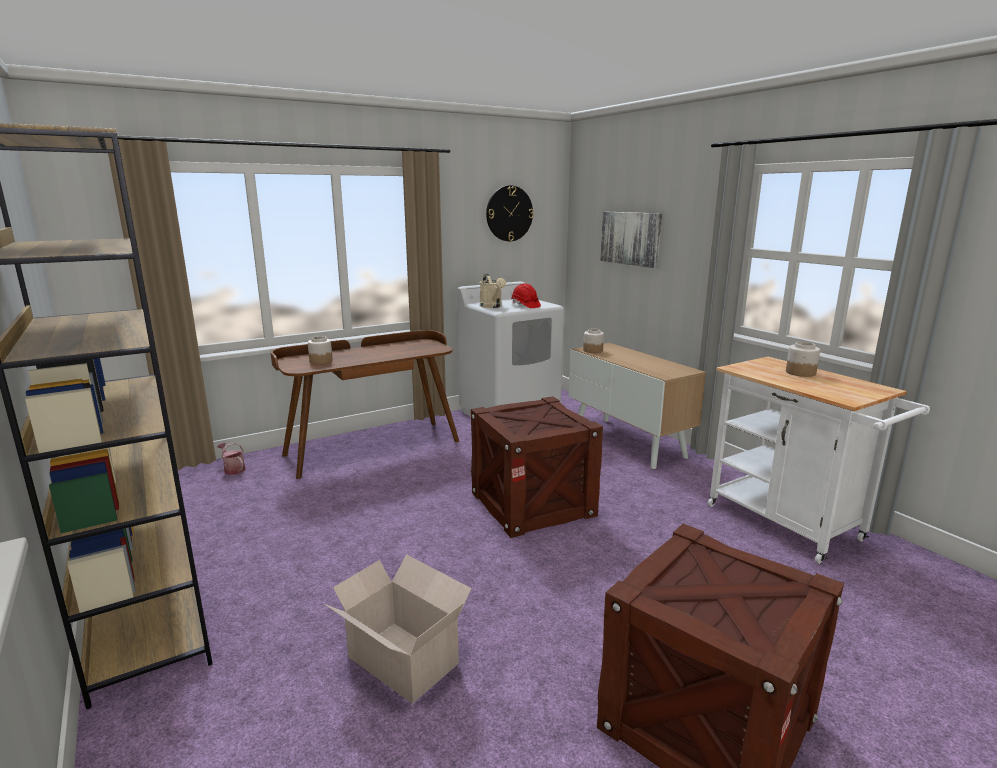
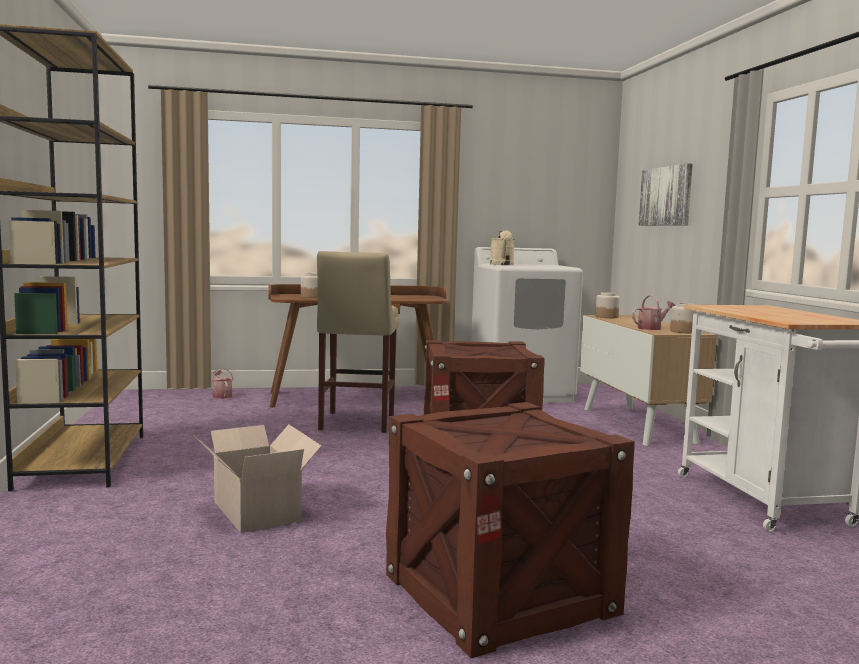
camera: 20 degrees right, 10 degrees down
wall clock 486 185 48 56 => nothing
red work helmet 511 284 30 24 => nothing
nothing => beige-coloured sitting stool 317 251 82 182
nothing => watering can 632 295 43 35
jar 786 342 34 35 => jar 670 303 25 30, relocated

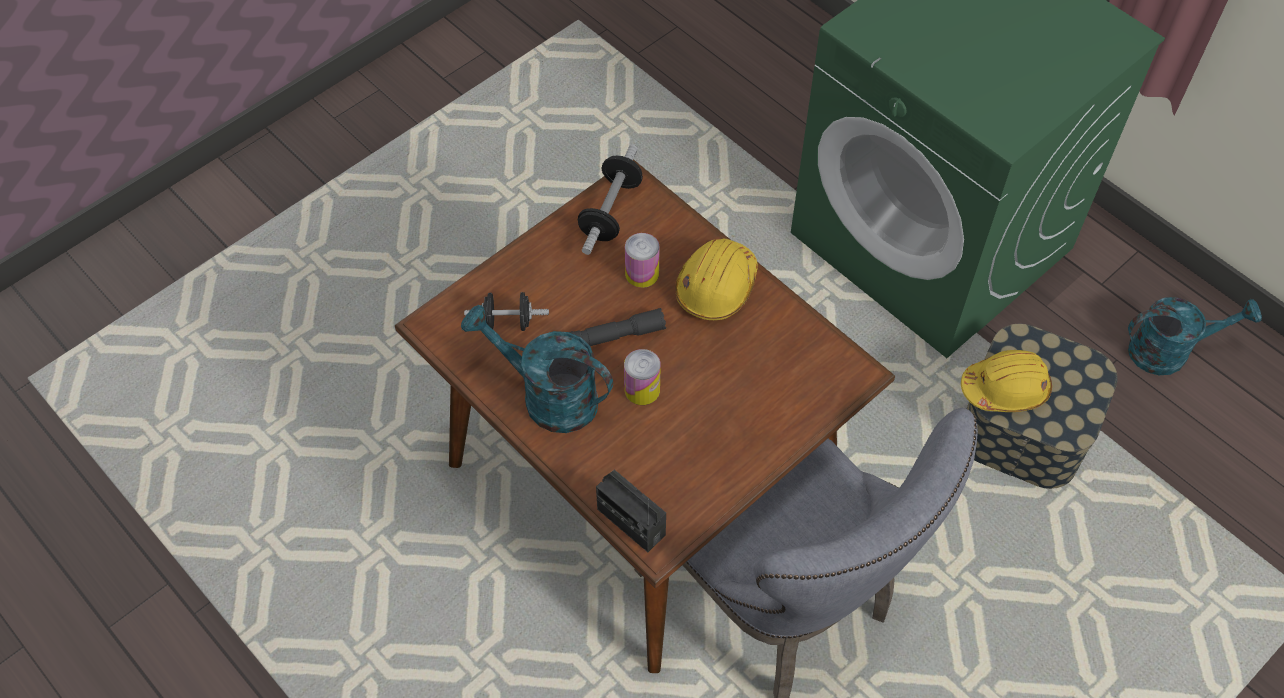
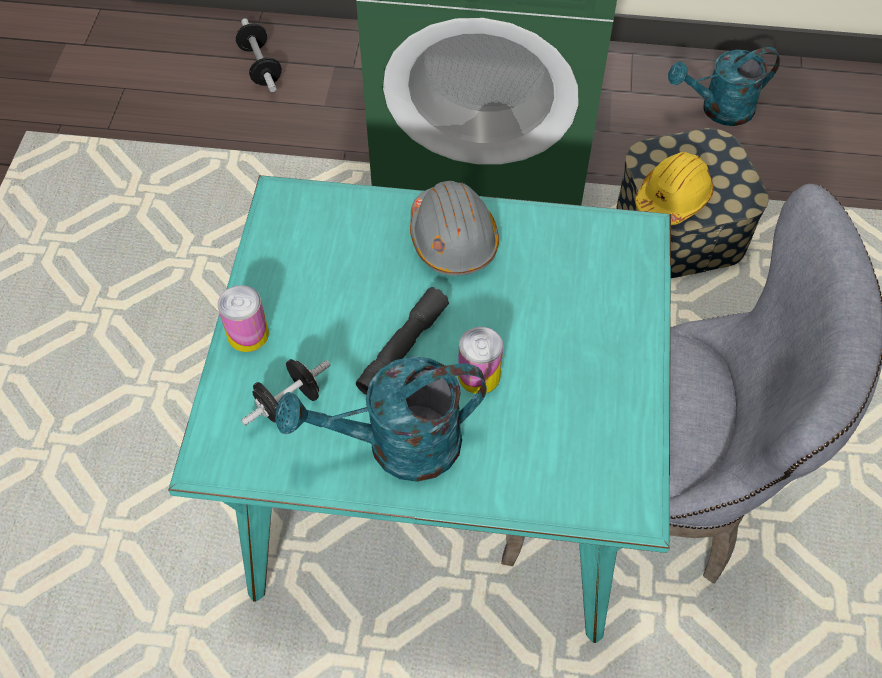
camera: 40 degrees left, 0 degrees up
radio receiver 596 470 70 82 => nothing
dumbbell 578 144 65 111 => dumbbell 236 19 46 73, relocated
metal can 625 233 35 55 => metal can 217 285 52 67, relocated
brown dining table 395 159 500 514 => blue-green dining table 168 175 503 468
yellow-coloured work helmet 675 239 83 81 => greyish work helmet 410 181 89 95
blue-green watering can 1128 297 134 78 => blue-green watering can 668 47 112 79, 150 degrees counterclockwise

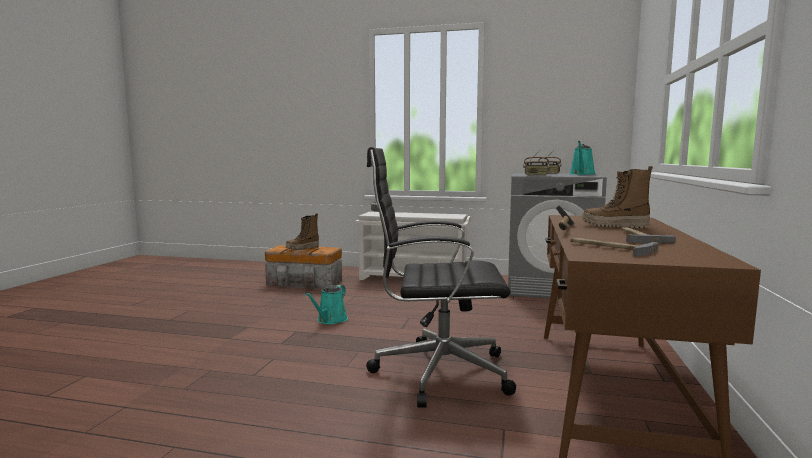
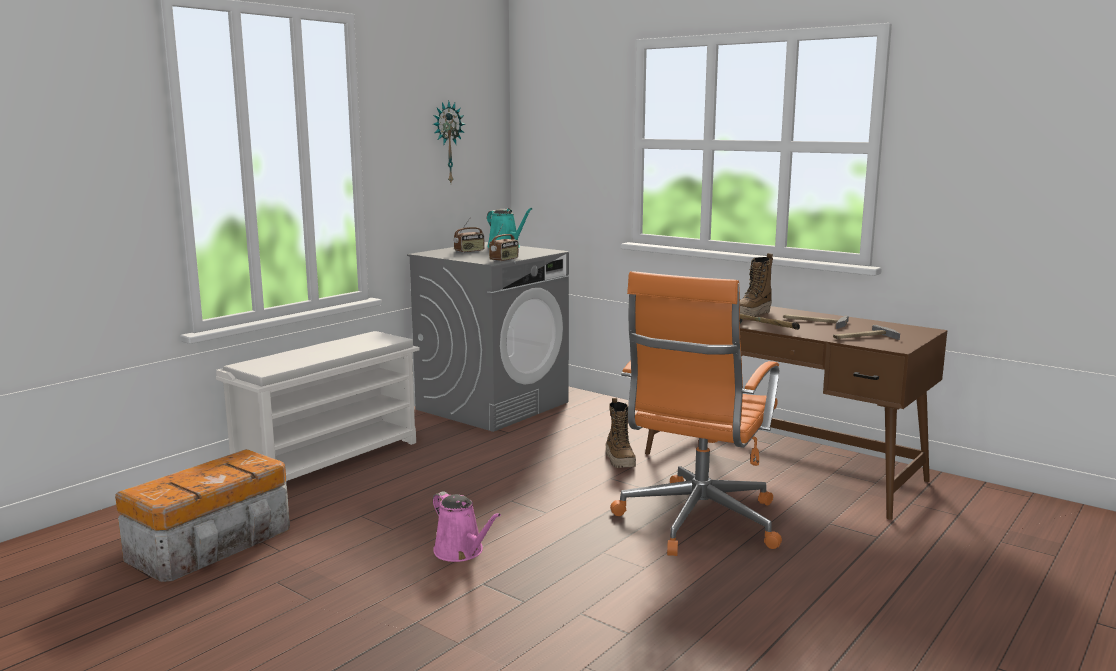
camera: 65 degrees left, 5 degrees up
nothing => wall clock 433 101 32 82
tall boot 286 213 33 37 => tall boot 606 398 30 70, relocated
blue-green watering can 305 285 43 39 => pinkish watering can 433 491 68 71
black computer chair 366 147 150 261 => orange-coloured computer chair 610 271 172 285

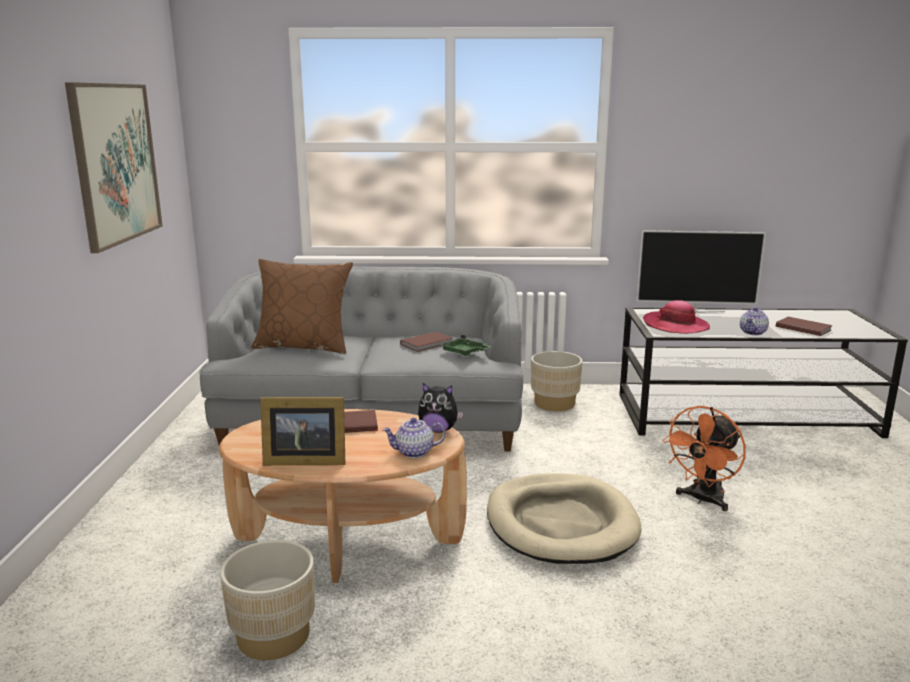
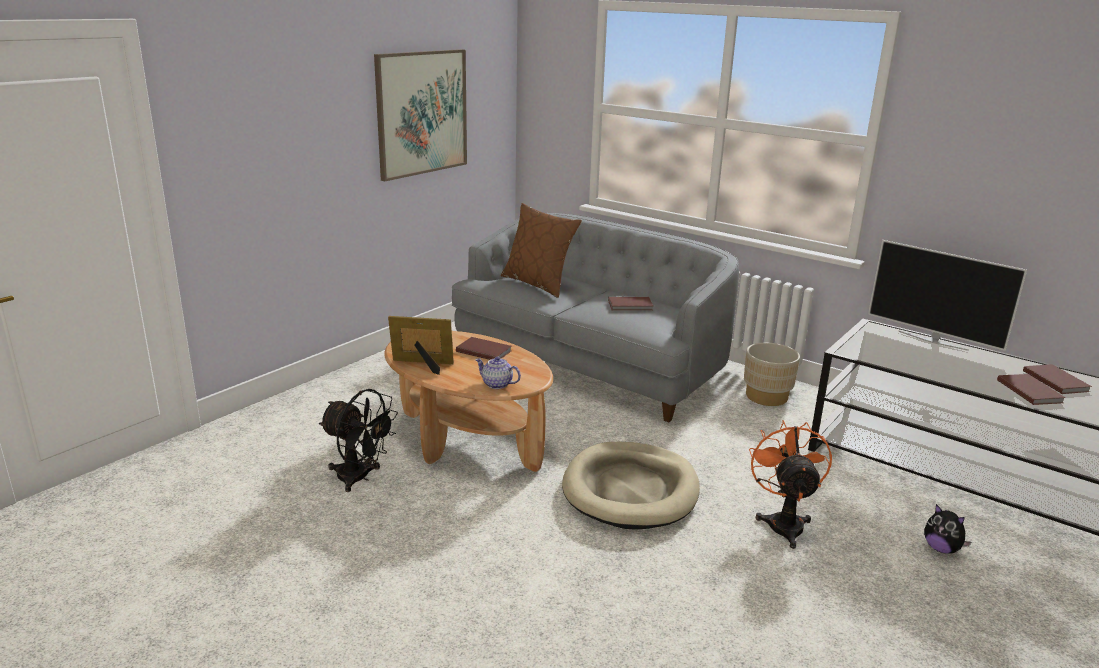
camera: 35 degrees right, 5 degrees up
greenish tray 439 334 53 22 => nothing
wearable hat 643 300 67 34 => nothing
teapot 740 307 29 28 => nothing
nothing => brown bound book 1023 364 69 30
plush toy 418 383 46 50 => plush toy 924 504 47 50, relocated
beige-coloured flower pot 220 540 95 120 => black electric fan 319 389 79 103
photo frame 260 397 85 68 => photo frame 388 316 66 59, 150 degrees clockwise
orange-coloured electric fan 662 406 84 105 => orange-coloured electric fan 749 420 83 129, 105 degrees clockwise

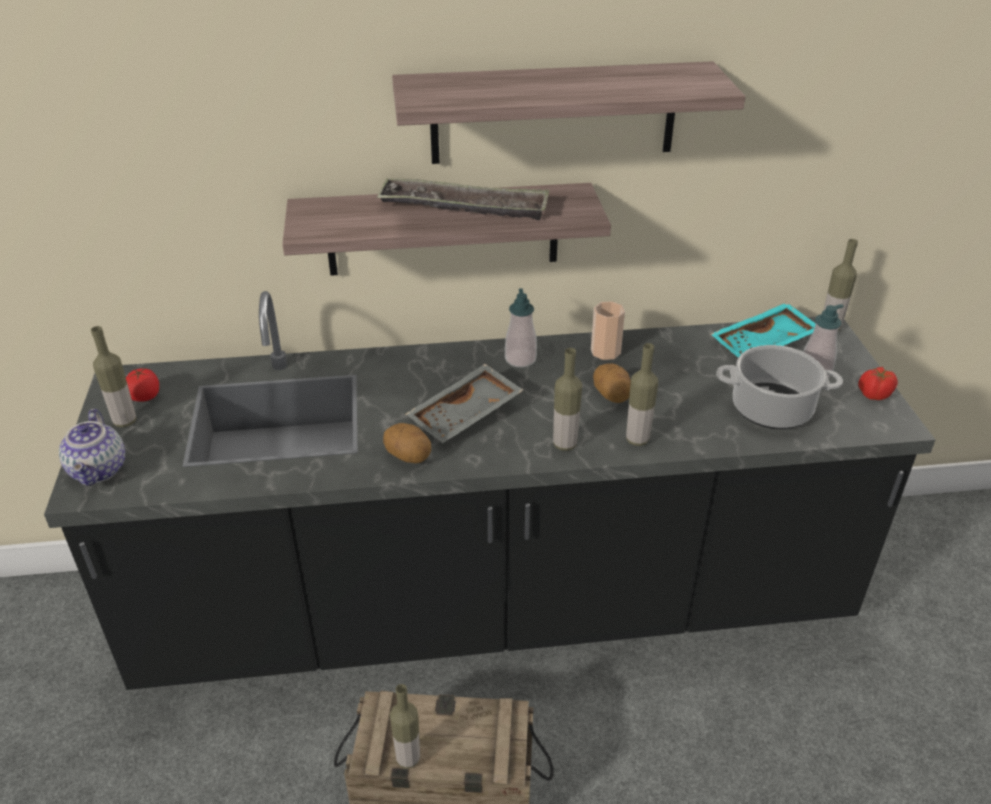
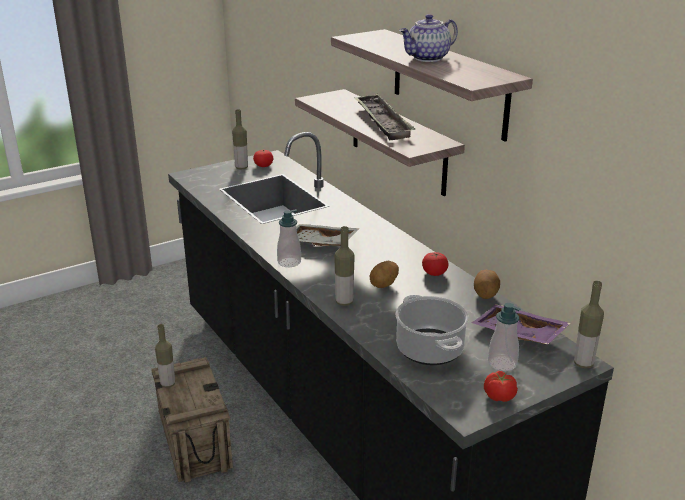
camera: 65 degrees right, 10 degrees down
bottle 553 348 29 103 => nothing
teapot 59 409 66 77 => teapot 399 14 59 48, relocated
potato 383 423 48 40 => potato 474 270 26 29, relocated
liquid soap bottle 505 288 32 80 => liquid soap bottle 277 209 24 58, relocated
small cup 591 301 34 59 => tomato 422 252 26 24
blue-green tray 711 302 105 56 => purple tray 471 304 100 41

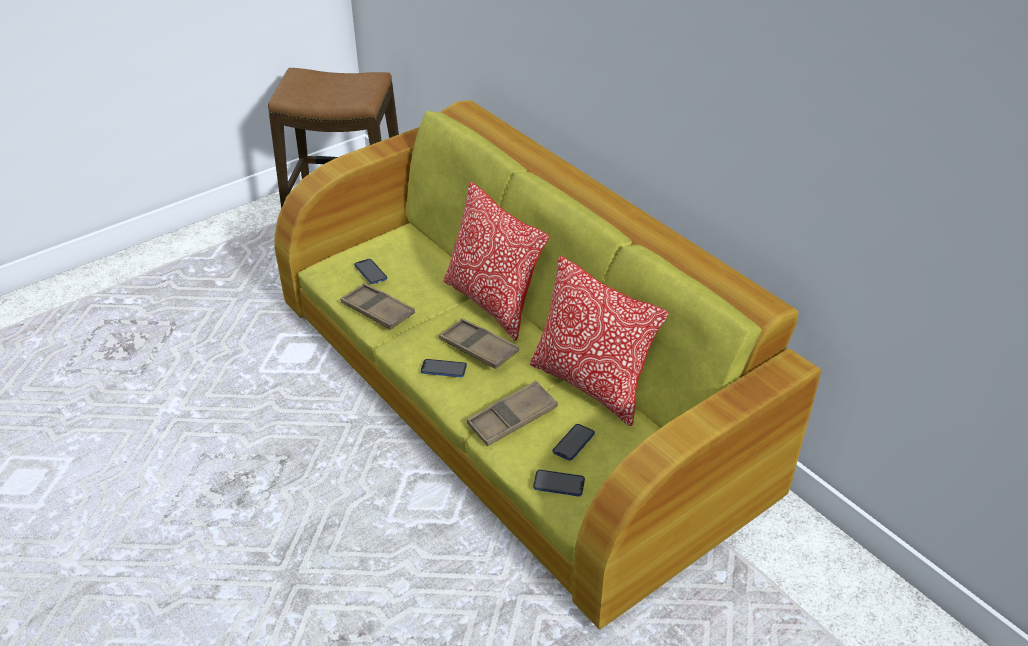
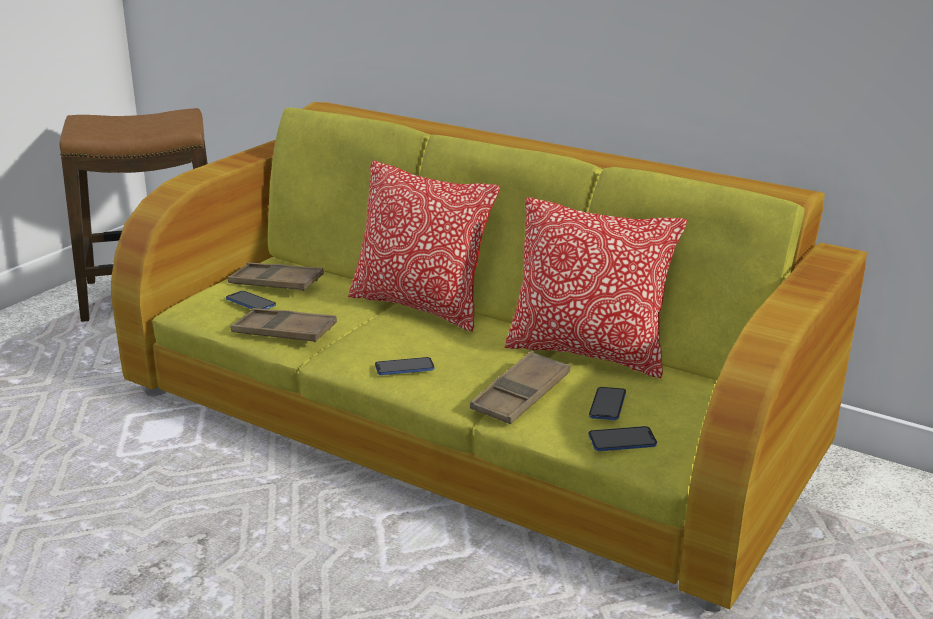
camera: 20 degrees left, 15 degrees down
brown tray 439 318 80 51 => brown tray 227 262 97 29, relocated

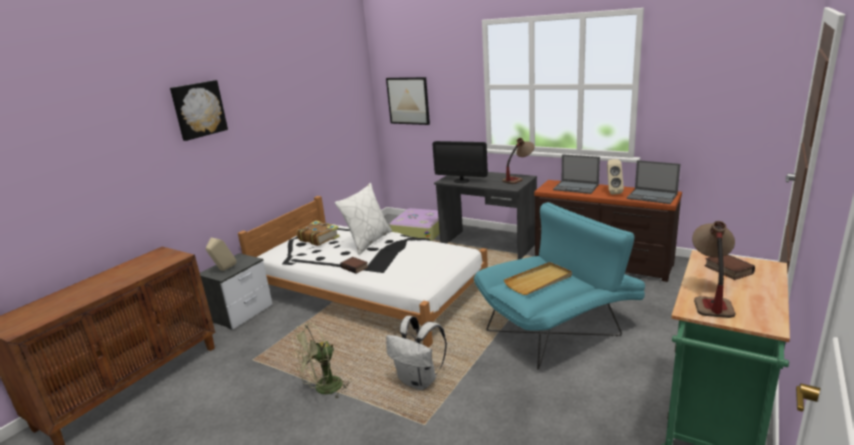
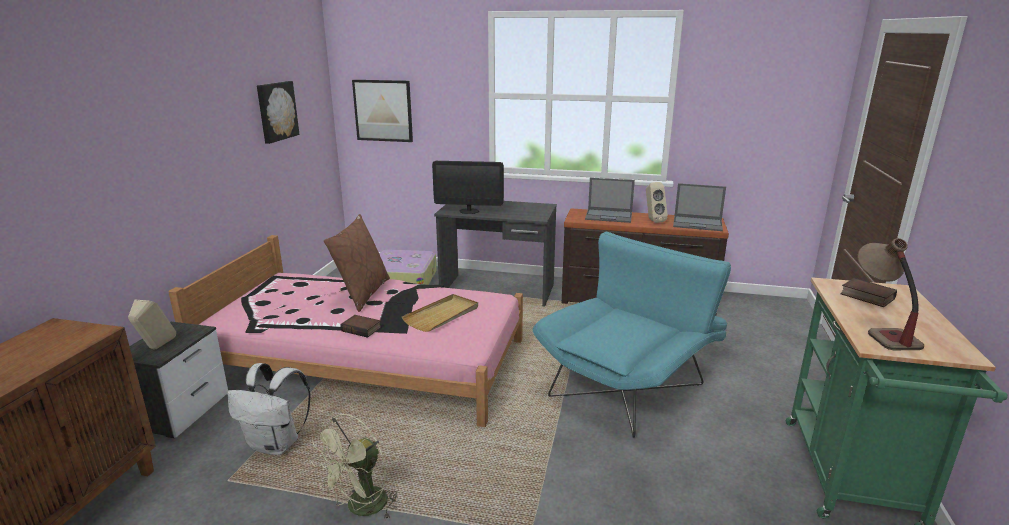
camera: 20 degrees left, 0 degrees up
bound book 297 221 43 25 => nothing
table lamp 502 138 33 46 => nothing
picture 170 80 58 61 => picture 257 81 43 63, relocated
whitish knapsack 386 316 61 74 => whitish knapsack 227 363 84 92, relocated
beige-coloured tray 504 262 68 33 => beige-coloured tray 402 294 76 38, relocated
whitish bed 238 196 250 151 => pinkish bed 168 235 355 192
whitish pillow 335 183 57 72 => brown pillow 324 214 66 98

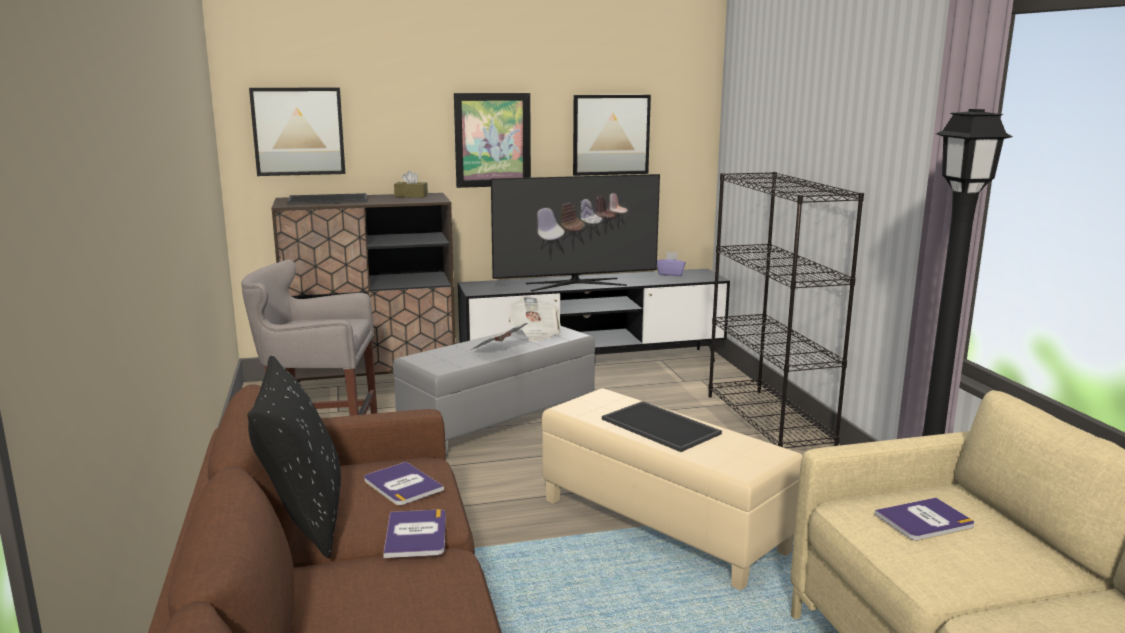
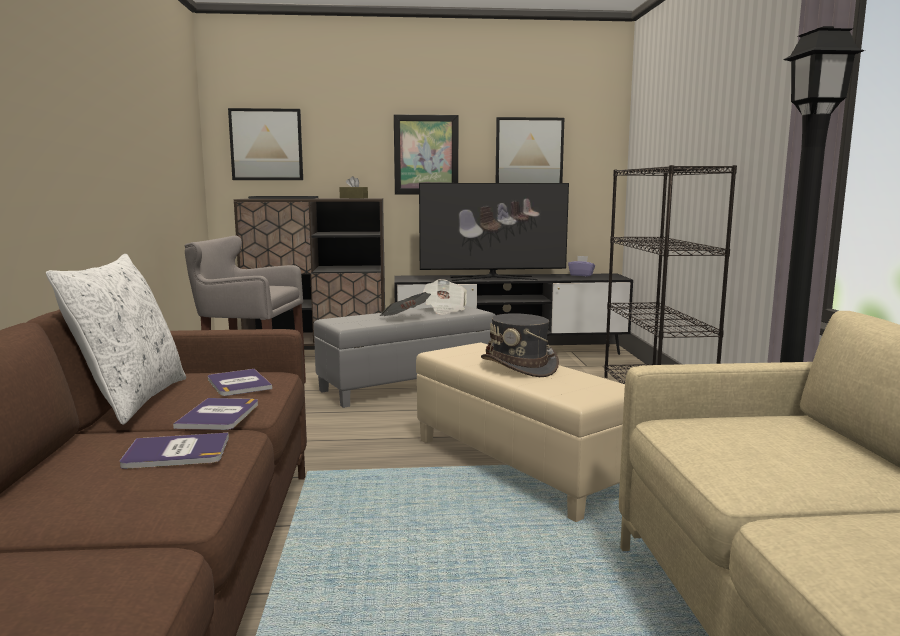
camera: 10 degrees right, 5 degrees down
bound book 875 498 99 42 => bound book 120 433 109 36, relocated
tray 602 401 120 51 => greyish wearable hat 481 313 78 64
black pillow 247 355 94 203 => whitish pillow 46 254 140 171

